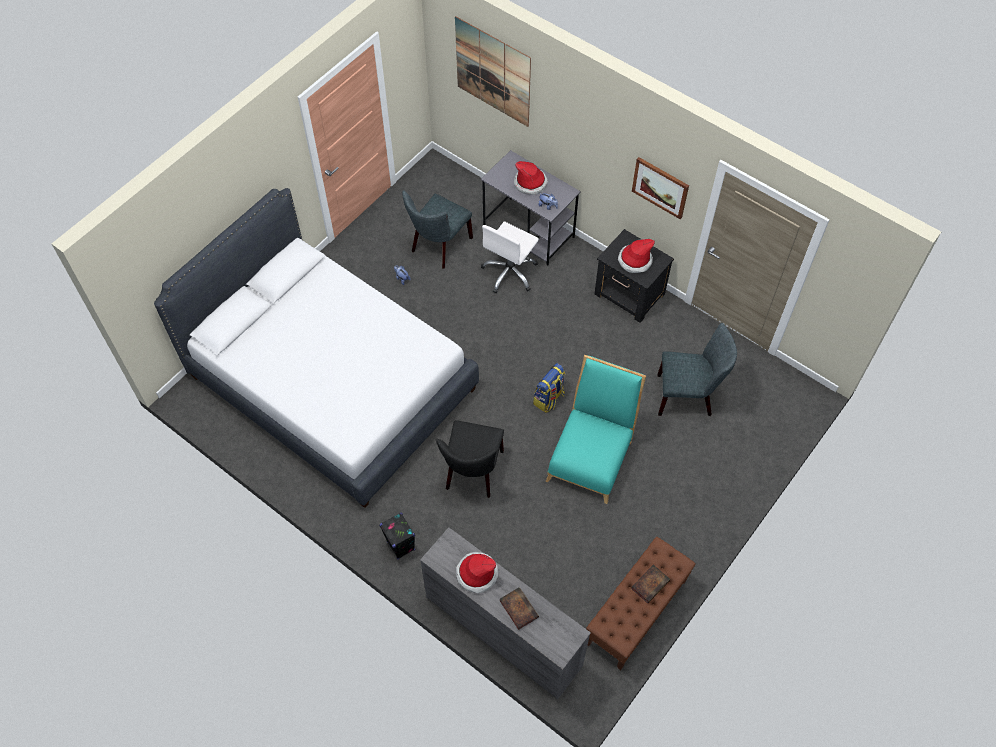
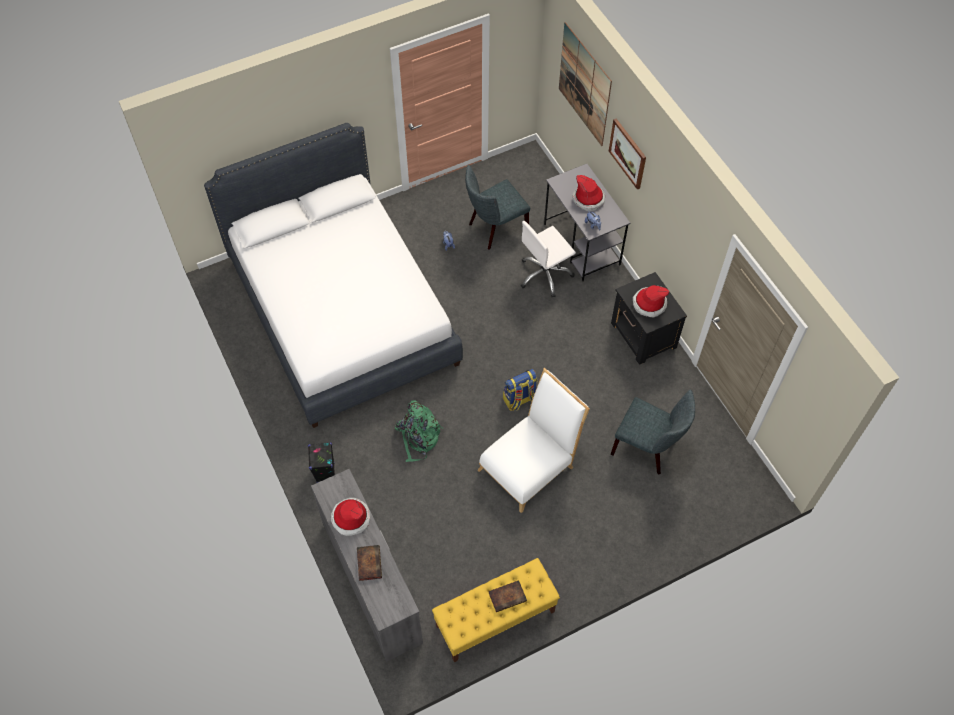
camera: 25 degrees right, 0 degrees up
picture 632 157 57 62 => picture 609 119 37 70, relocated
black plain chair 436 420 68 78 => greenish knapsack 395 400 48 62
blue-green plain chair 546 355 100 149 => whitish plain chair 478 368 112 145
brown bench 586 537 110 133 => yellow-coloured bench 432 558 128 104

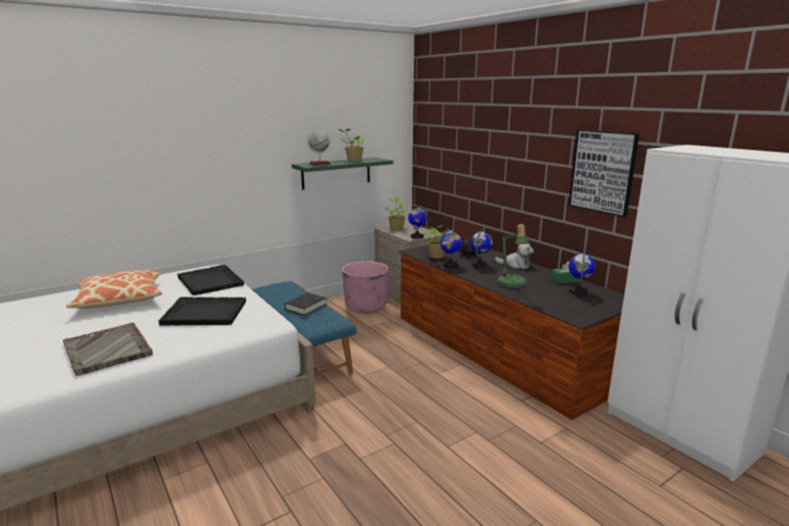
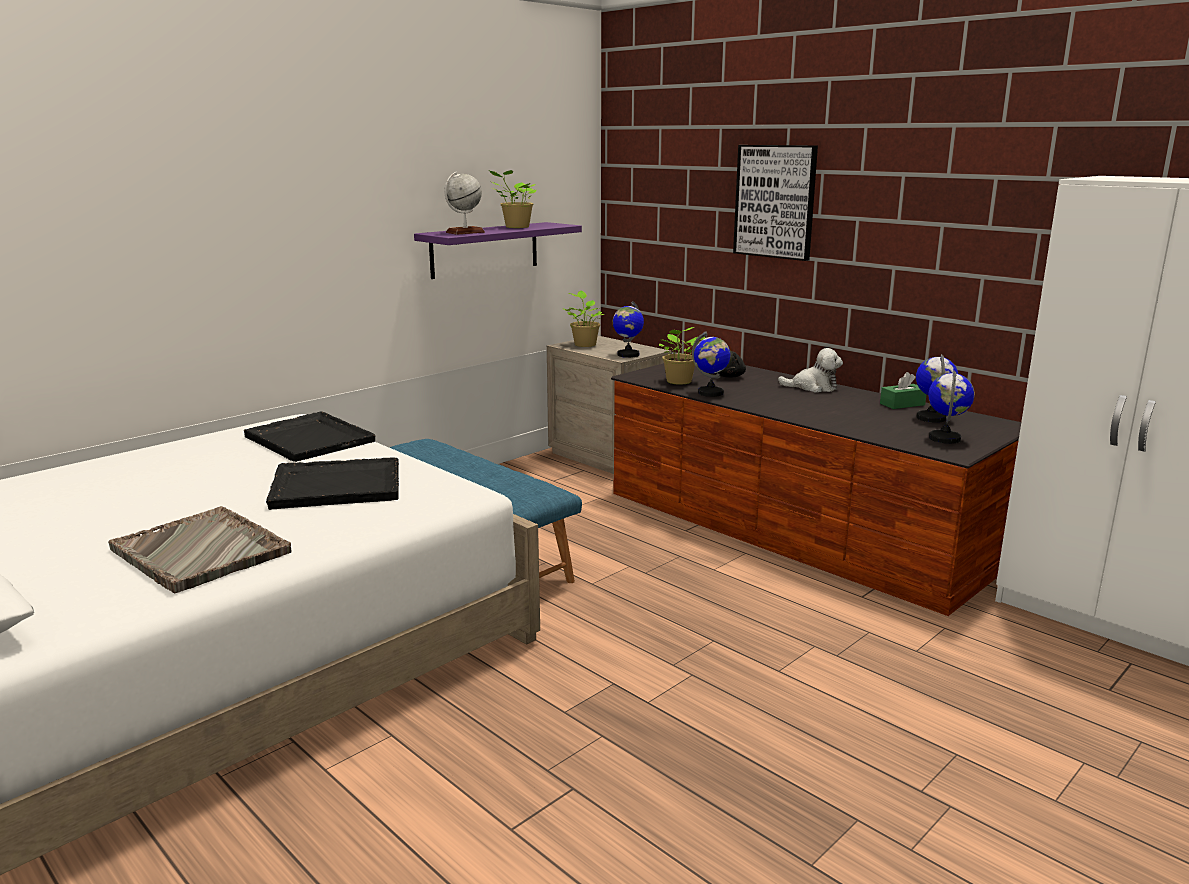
camera: 10 degrees left, 0 degrees up
pillow 66 270 96 39 => nothing
black bound book 285 293 42 23 => nothing
pinkish flower pot 342 261 46 52 => nothing
table lamp 497 224 32 65 => nothing
world globe 470 231 22 37 => world globe 928 371 47 73, relocated
picture 568 129 71 88 => picture 733 145 85 116, relocated
greenish shelf 292 157 101 33 => purple shelf 414 222 168 57

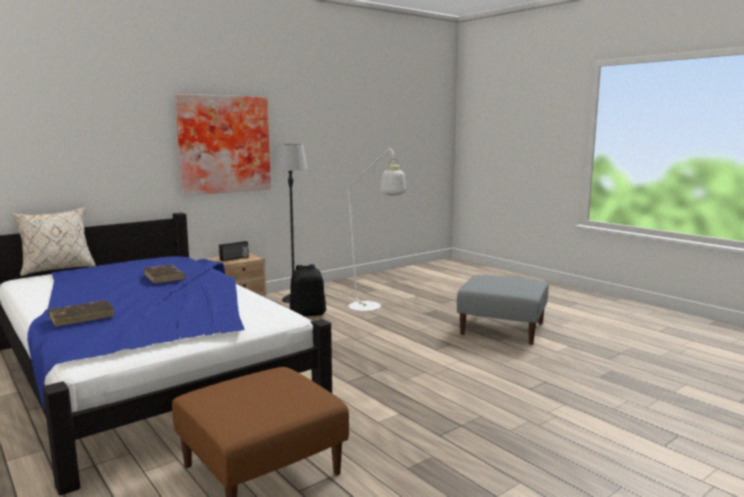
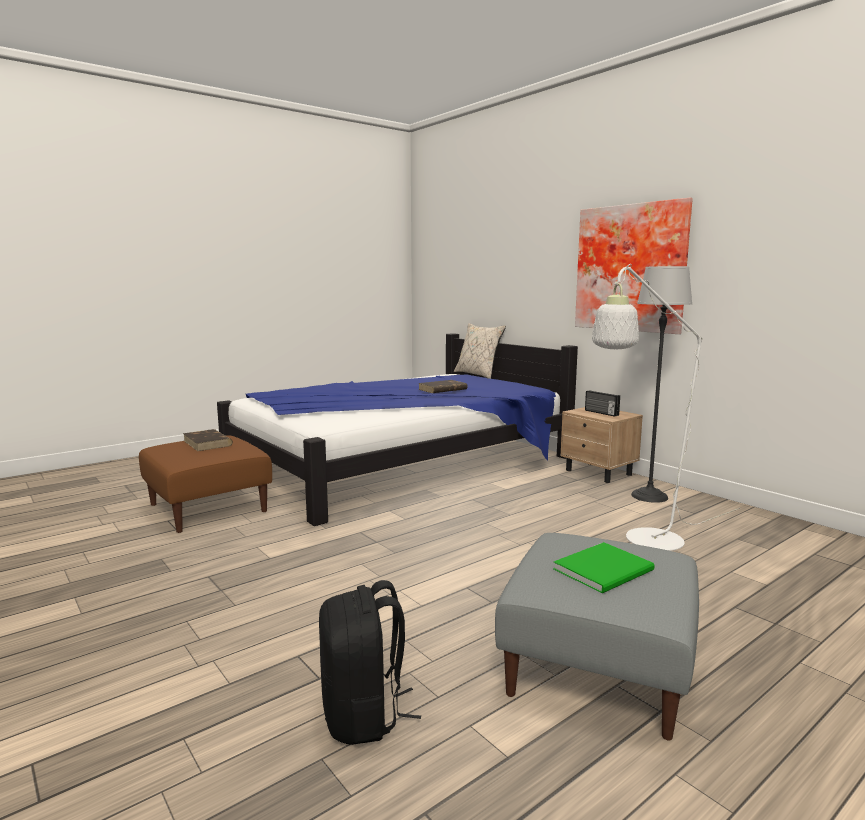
camera: 90 degrees right, 0 degrees up
nothing => greenish bound book 553 542 102 51
brown bound book 48 300 67 27 => brown bound book 183 429 50 22, relocated
black knapsack 290 264 36 53 => black knapsack 319 580 102 165, relocated

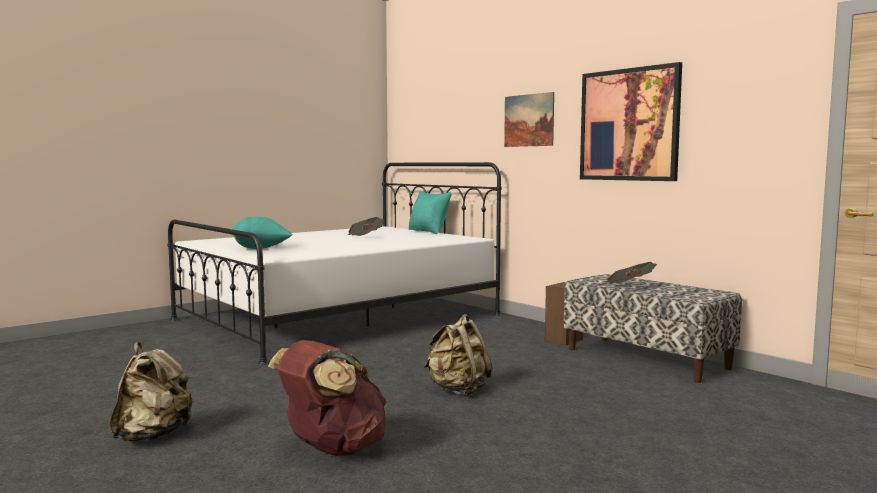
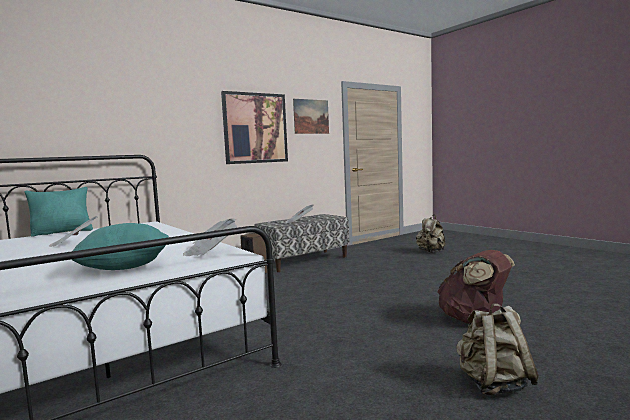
camera: 85 degrees left, 0 degrees up
nothing => daily paper 183 218 54 38
beige-coloured knapsack 424 314 69 82 => beige-coloured knapsack 416 215 29 37, relocated
picture 504 92 50 55 => picture 293 99 36 35, relocated

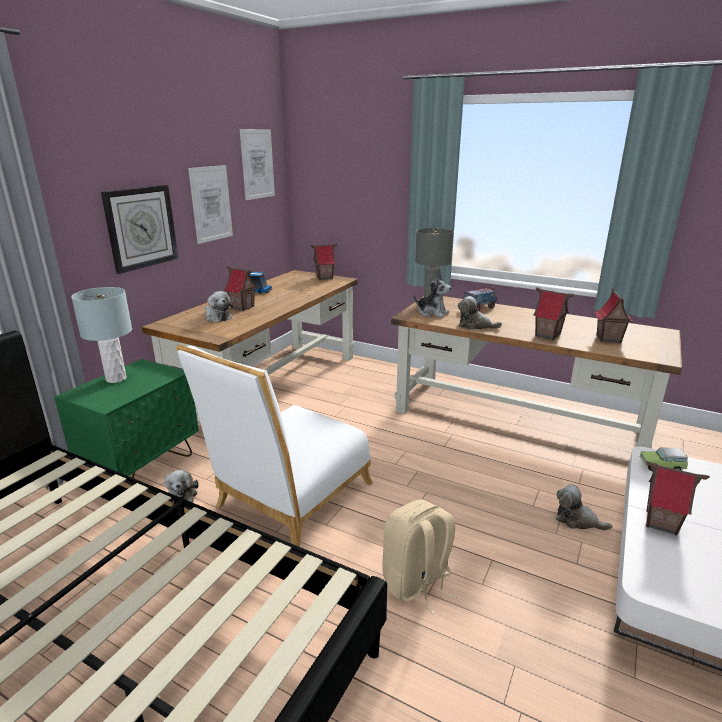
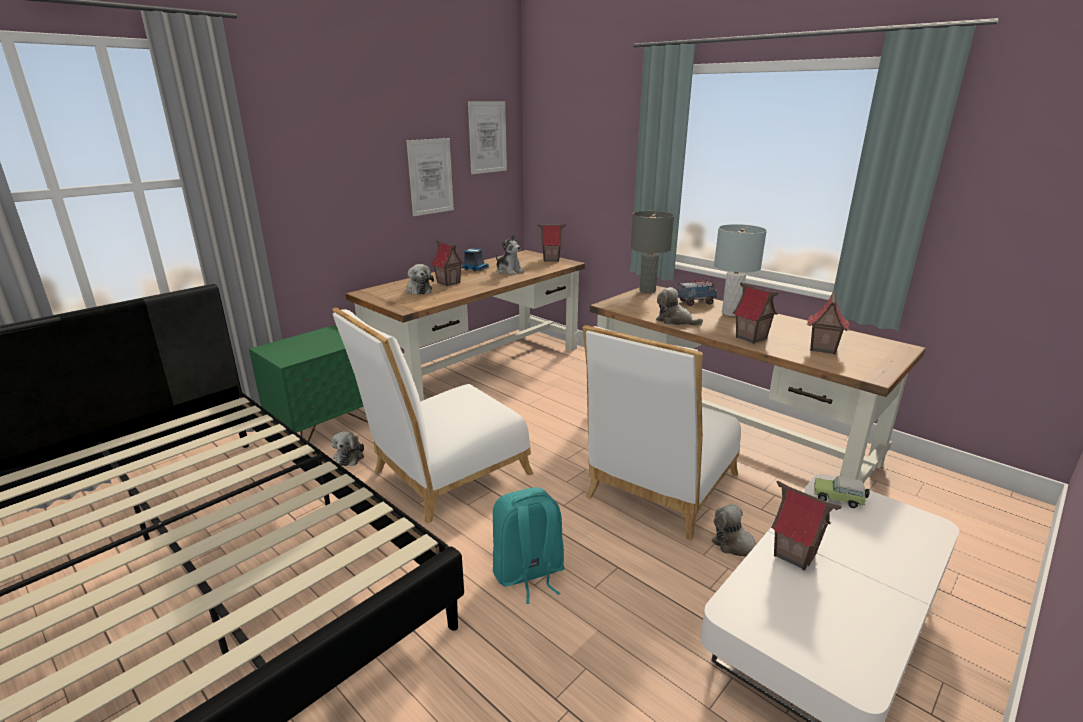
camera: 15 degrees right, 0 degrees up
wall clock 101 185 77 89 => nothing
nothing => whitish plain chair 582 325 159 215
greyish table lamp 71 287 61 96 => greyish table lamp 714 224 53 92, relocated
plush toy 413 273 38 45 => plush toy 495 234 29 41, relocated
beige-coloured knapsack 382 499 75 116 => blue-green knapsack 493 487 71 117

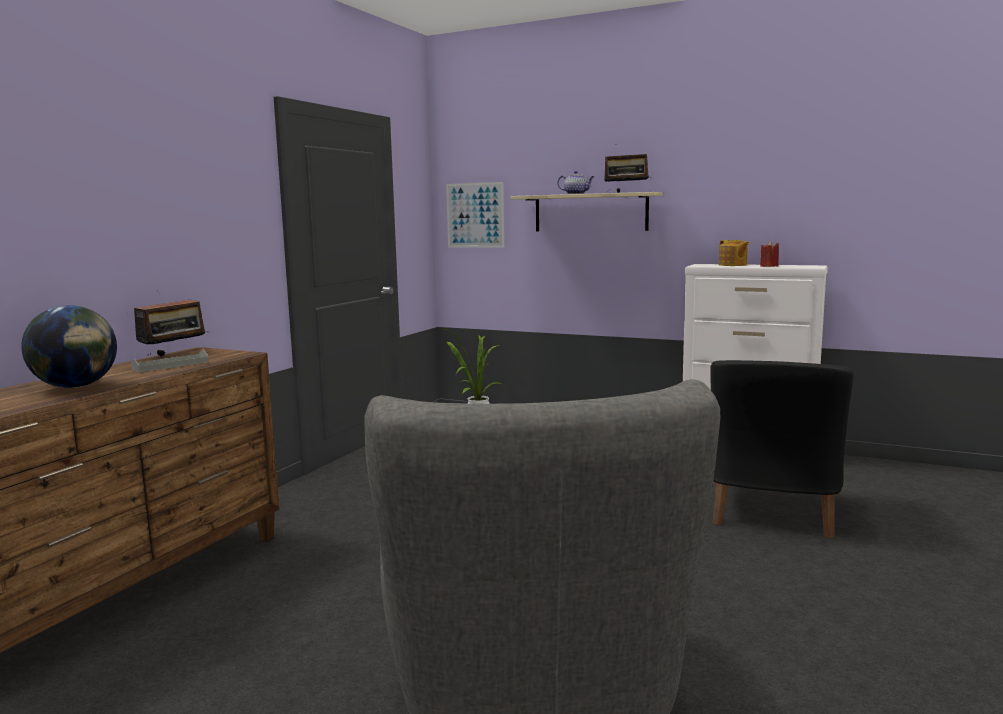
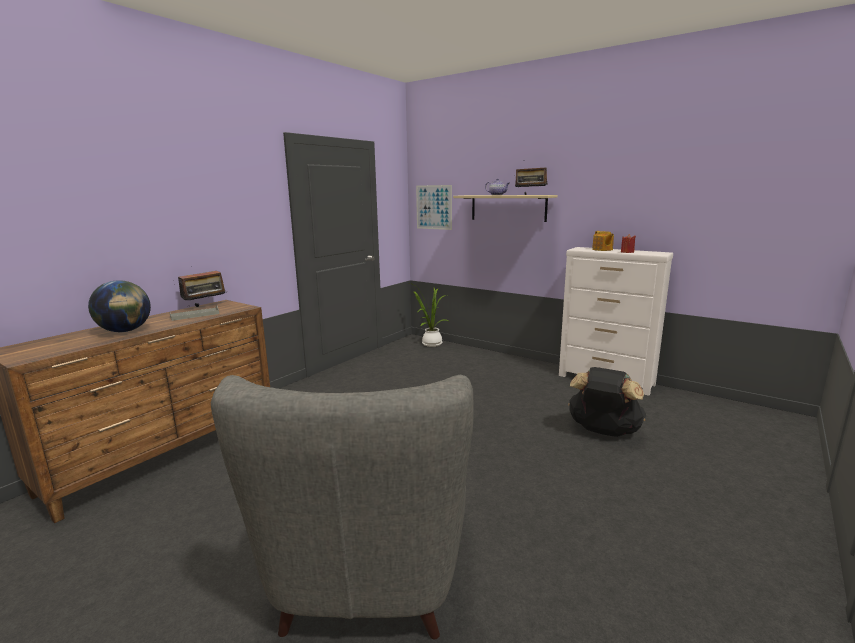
camera: 10 degrees right, 5 degrees up
black easy chair 710 360 144 178 => black knapsack 568 367 78 70

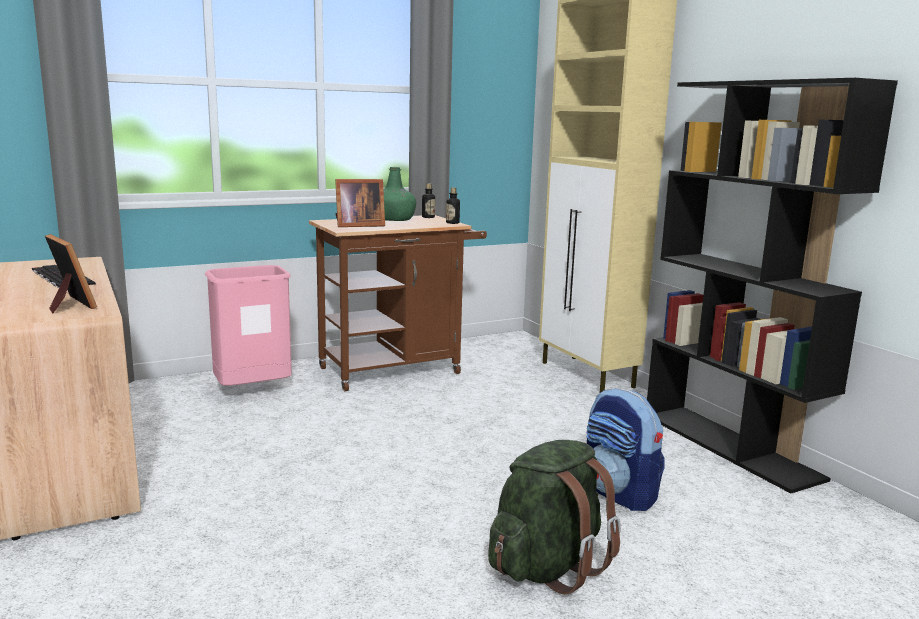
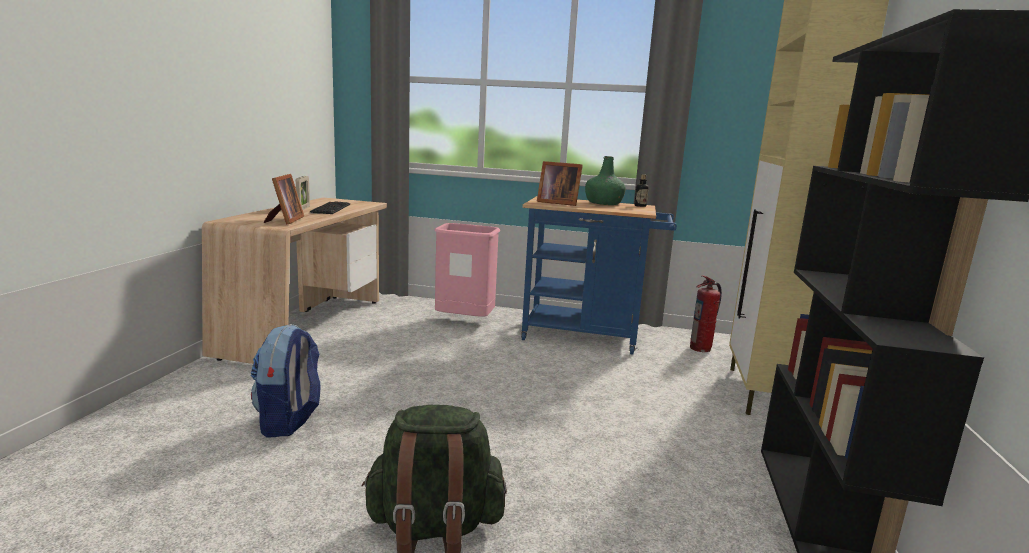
camera: 40 degrees right, 0 degrees up
bottle 446 187 14 37 => nothing
nothing => photo frame 296 176 14 34
nothing => fire-fighting cylinder 690 275 32 77
knapsack 586 388 79 123 => knapsack 251 324 69 114, relocated
brown trolley 309 215 178 176 => bluish trolley 521 196 156 159

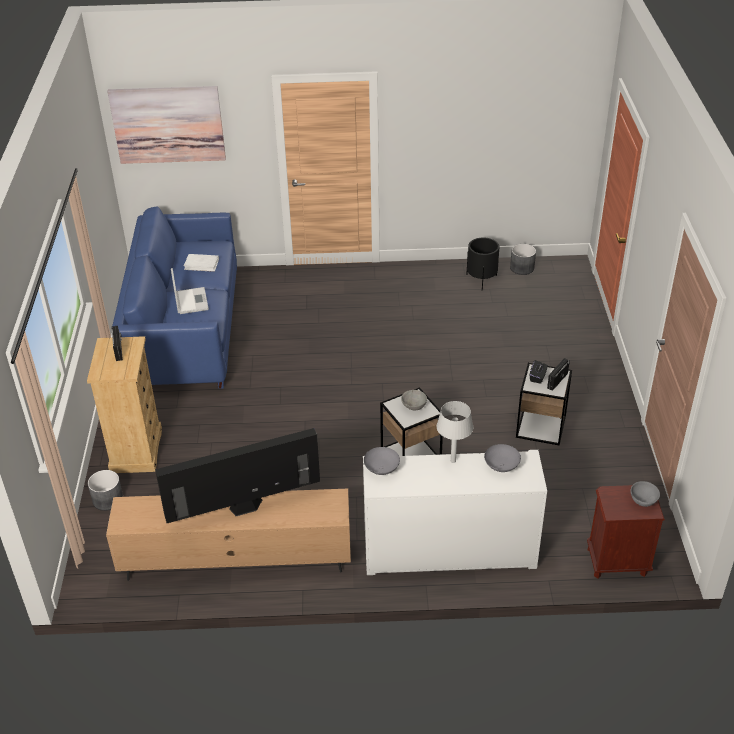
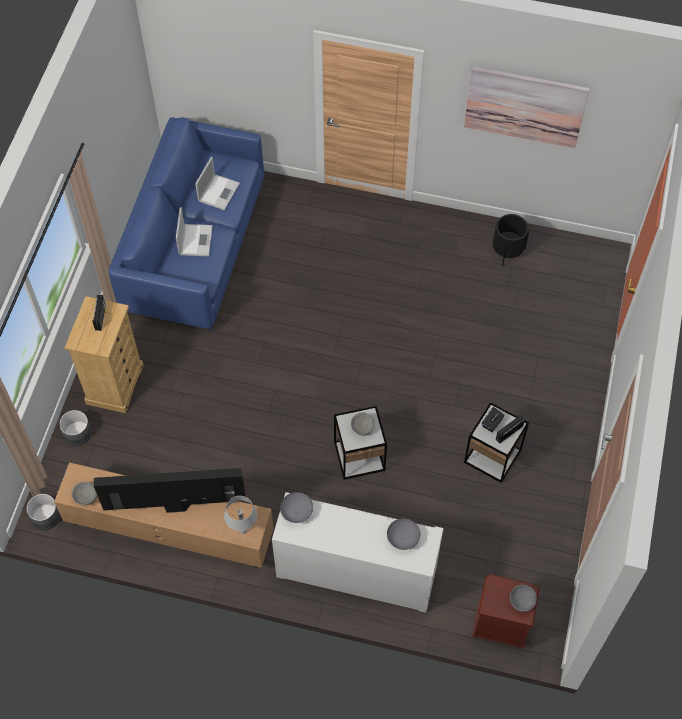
camera: 15 degrees right, 20 degrees up
nothing => greyish bowl 72 481 25 24
picture 107 86 119 78 => picture 464 67 126 81, relocated
greyish table lamp 437 401 36 62 => greyish table lamp 224 496 33 38, relocated
greyish flower pot 510 244 26 31 => greyish flower pot 26 494 35 36, relocated
whitish bound book 184 254 35 18 => laptop 195 157 45 53

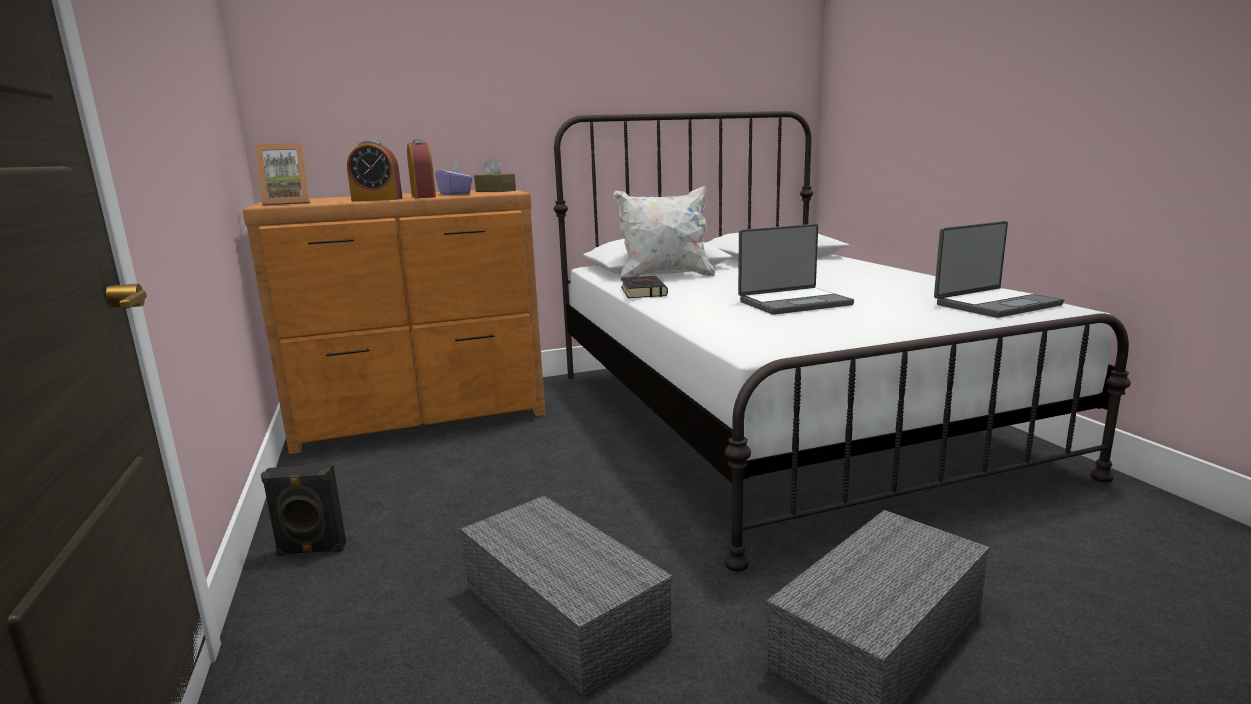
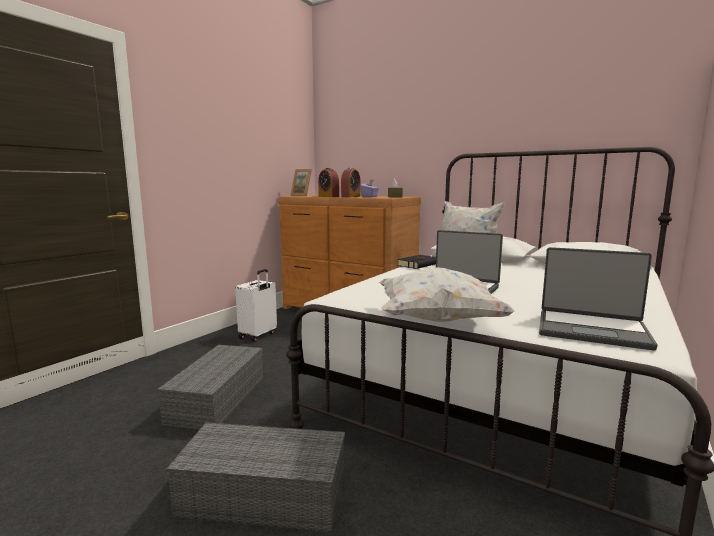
camera: 50 degrees right, 5 degrees down
black audio speaker 261 464 85 92 => nothing
nothing => whitish piece of luggage 235 269 42 73
nothing => whitish pillow 379 267 136 55

